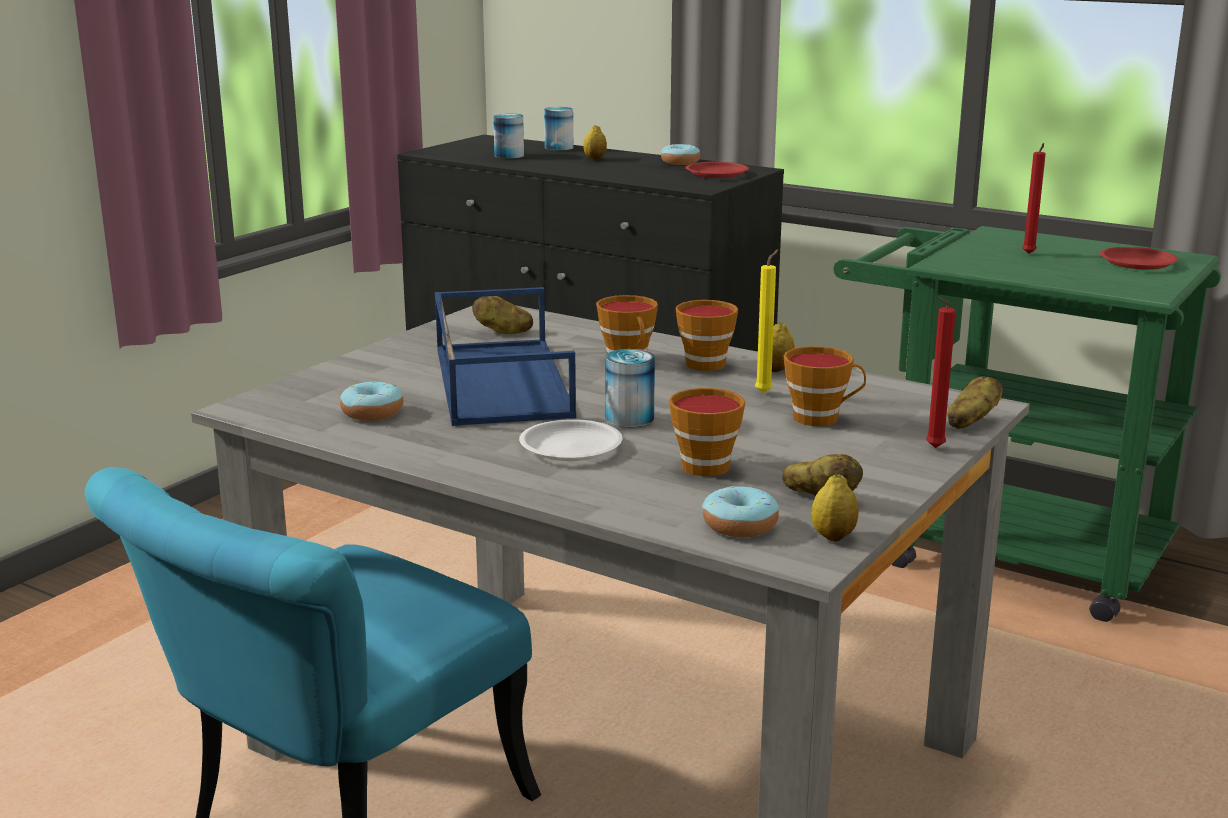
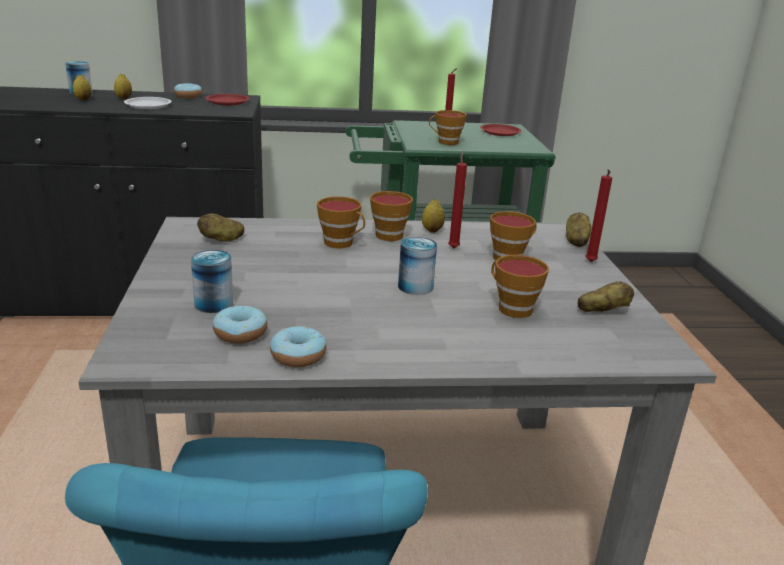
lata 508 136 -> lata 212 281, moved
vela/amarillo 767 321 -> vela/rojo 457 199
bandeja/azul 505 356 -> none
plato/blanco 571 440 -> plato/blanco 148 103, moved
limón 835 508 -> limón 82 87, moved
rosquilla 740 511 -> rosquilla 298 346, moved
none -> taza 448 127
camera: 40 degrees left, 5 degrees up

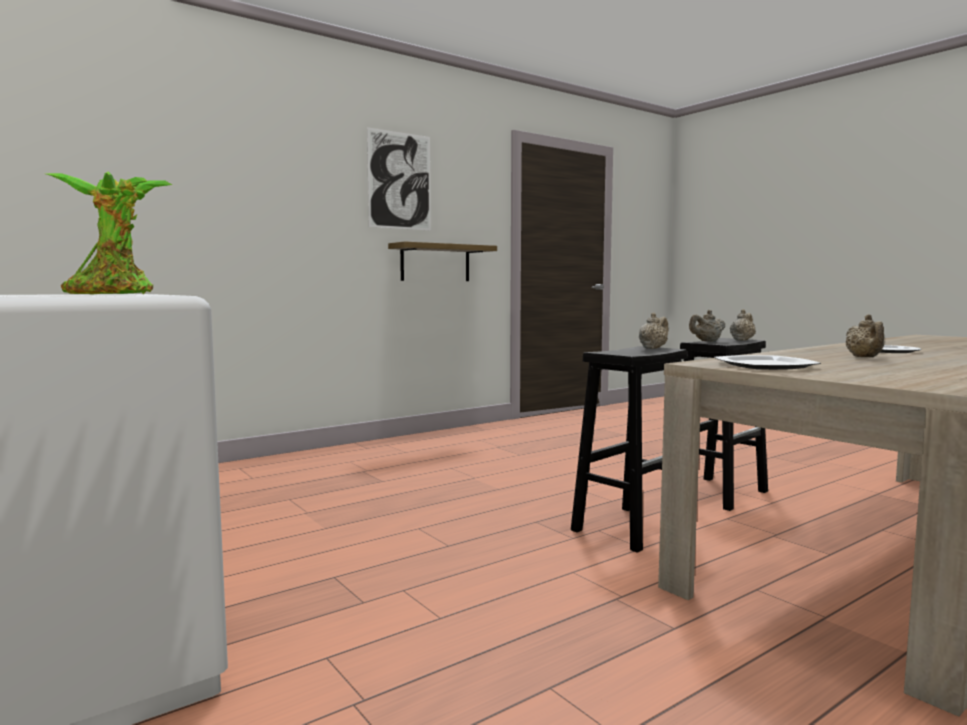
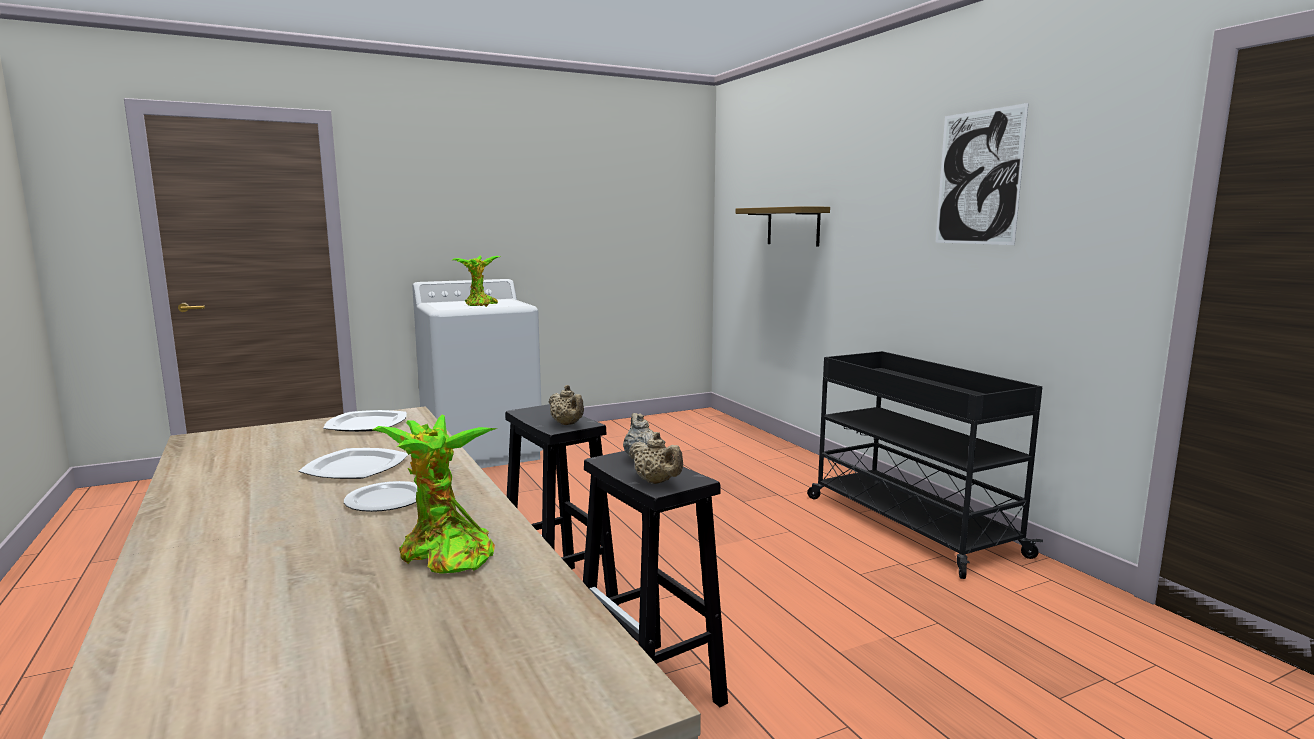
estante 442 261 -> estante 783 226, moved
tetera/beis 865 335 -> plato 353 463
none -> carrito/negro 925 465
none -> planta en maceta 435 494
camera: 100 degrees right, 5 degrees up

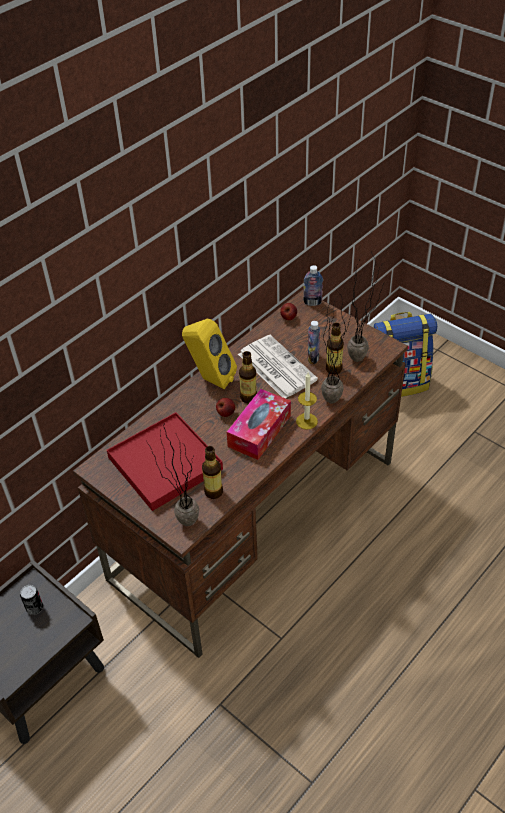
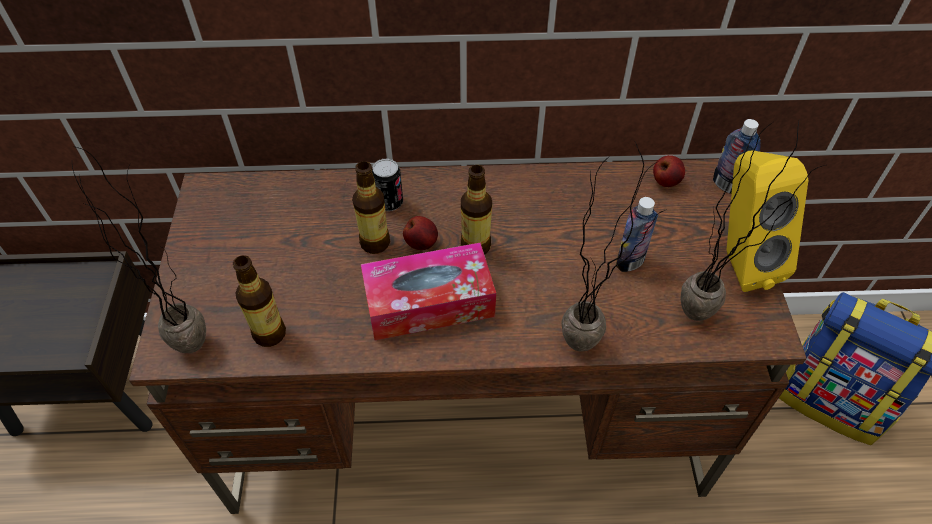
altavoz/amarillo 209 354 -> altavoz/amarillo 767 221, moved
botella 335 349 -> botella 371 207, moved
periódico 278 367 -> none
vela 307 400 -> none
bandeja/rojo 165 461 -> none
lata 31 600 -> lata 387 185, moved
camera: 45 degrees right, 5 degrees up

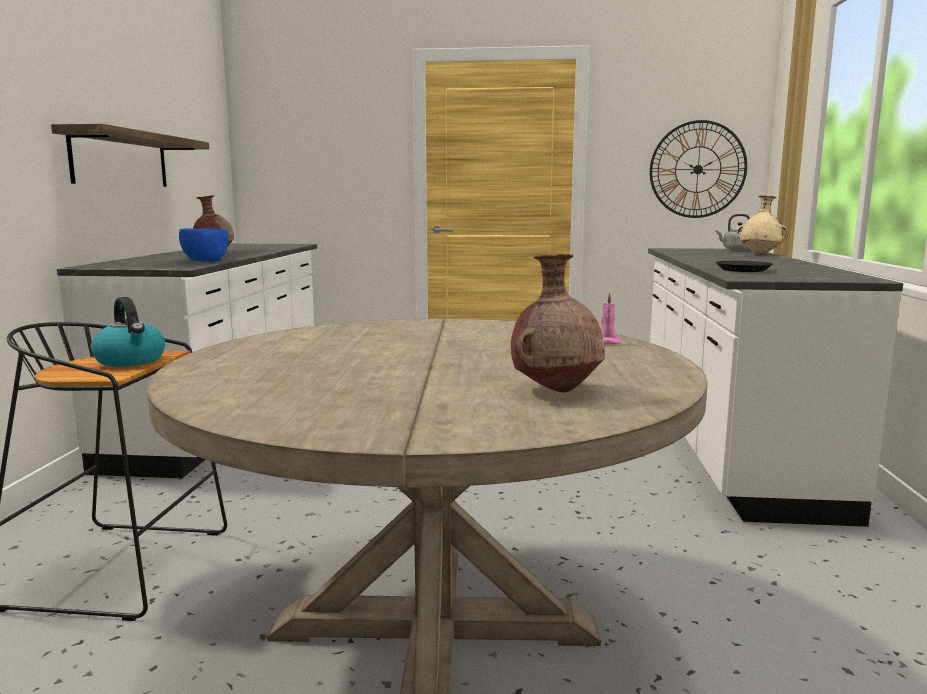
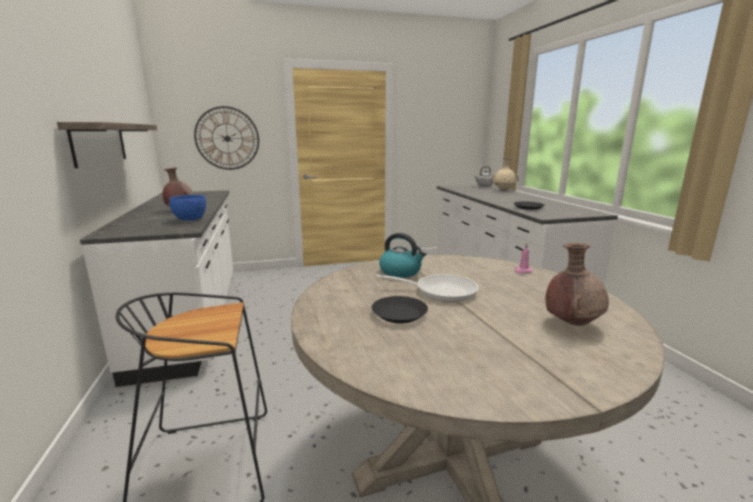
reloj de pared 698 169 -> reloj de pared 226 138, moved
hervidor 128 332 -> hervidor 403 255, moved
none -> sartén 427 288
none -> plato/negro 400 309
camera: 20 degrees left, 5 degrees up

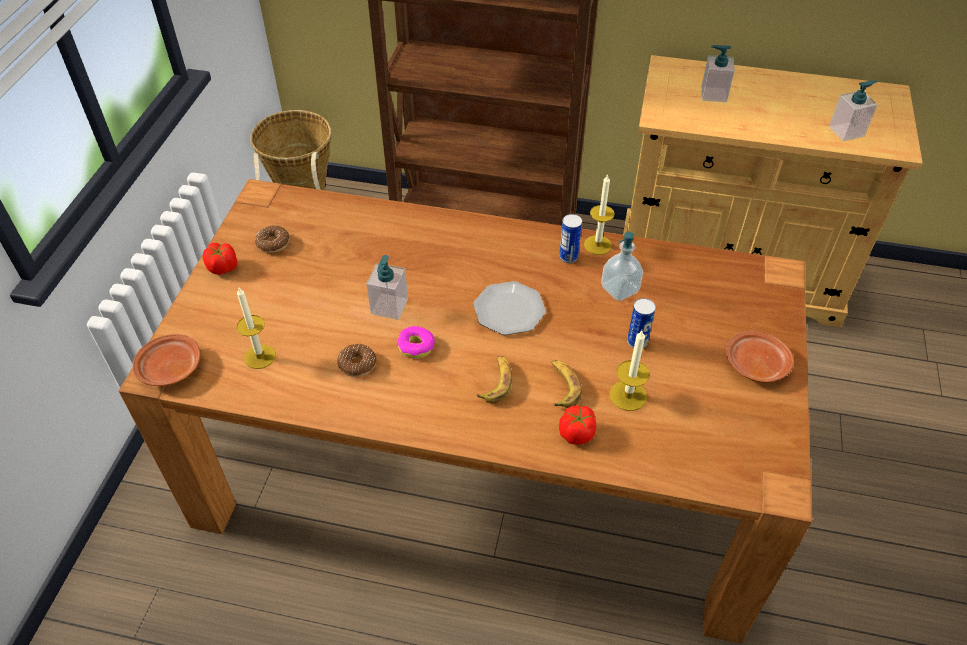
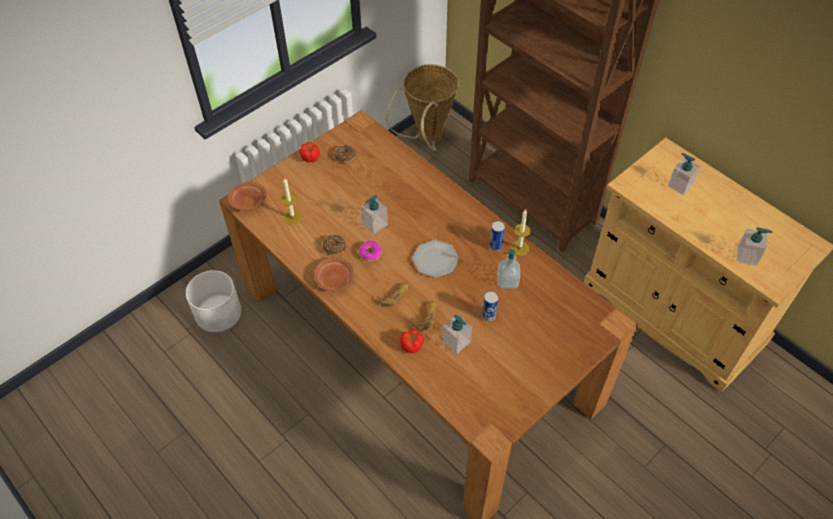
vela 630 370 -> dispensador de jabón 457 334
plato/marrón 760 357 -> plato/marrón 334 274, moved
none -> maceta/blanco 213 301
camera: 35 degrees right, 5 degrees up

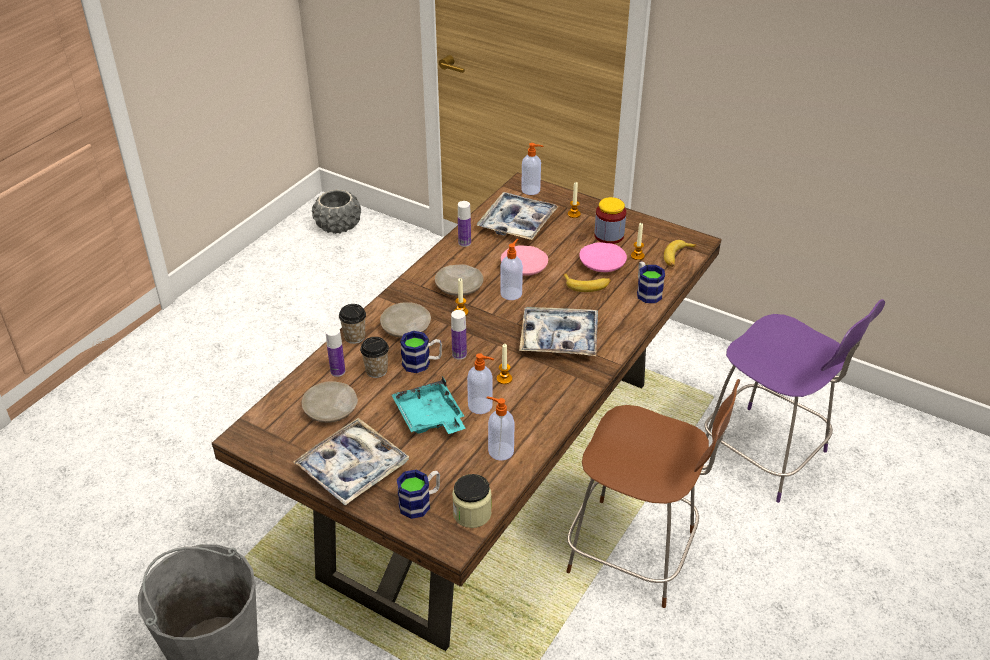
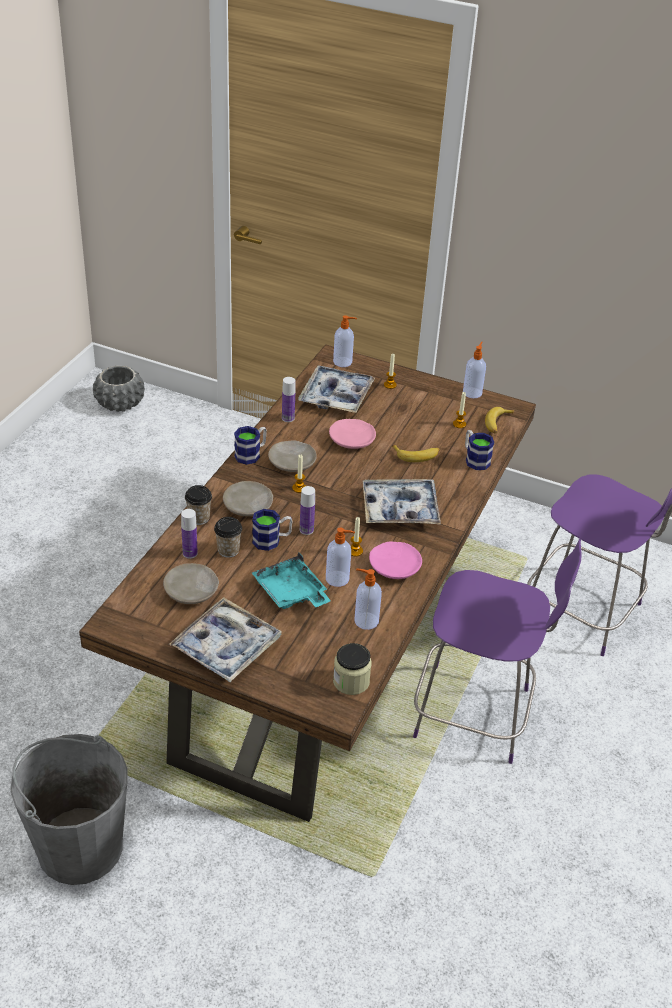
tarro 610 220 -> none
dispensador de jabón 511 269 -> dispensador de jabón 474 370, moved
plato/rosa 603 257 -> plato/rosa 395 560, moved
silla/marrón 653 493 -> silla/morado 497 651
taza grande 418 494 -> taza grande 250 445, moved
camera: 10 degrees left, 0 degrees up

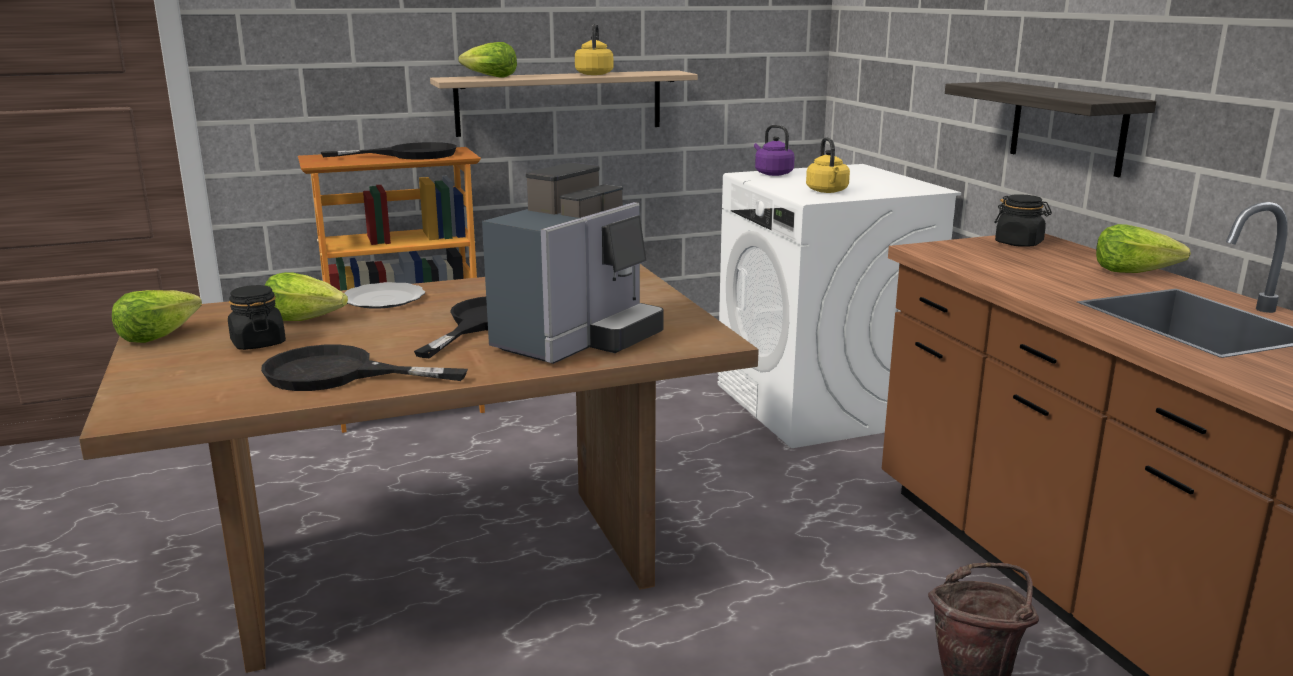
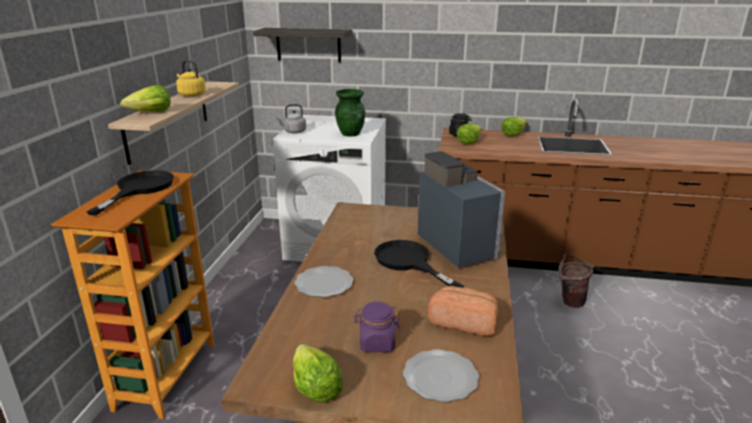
estante 1050 129 -> estante 302 45, moved
hervidor/morado 774 150 -> hervidor/gris 291 119
hervidor/amarillo 828 165 -> florero/verde 350 113
lechuga 306 296 -> lechuga 469 134, moved
tarro/negro 257 317 -> tarro/morado 377 326
sartén/negro 364 368 -> pan 463 311
none -> plato 441 375
camera: 60 degrees left, 5 degrees up

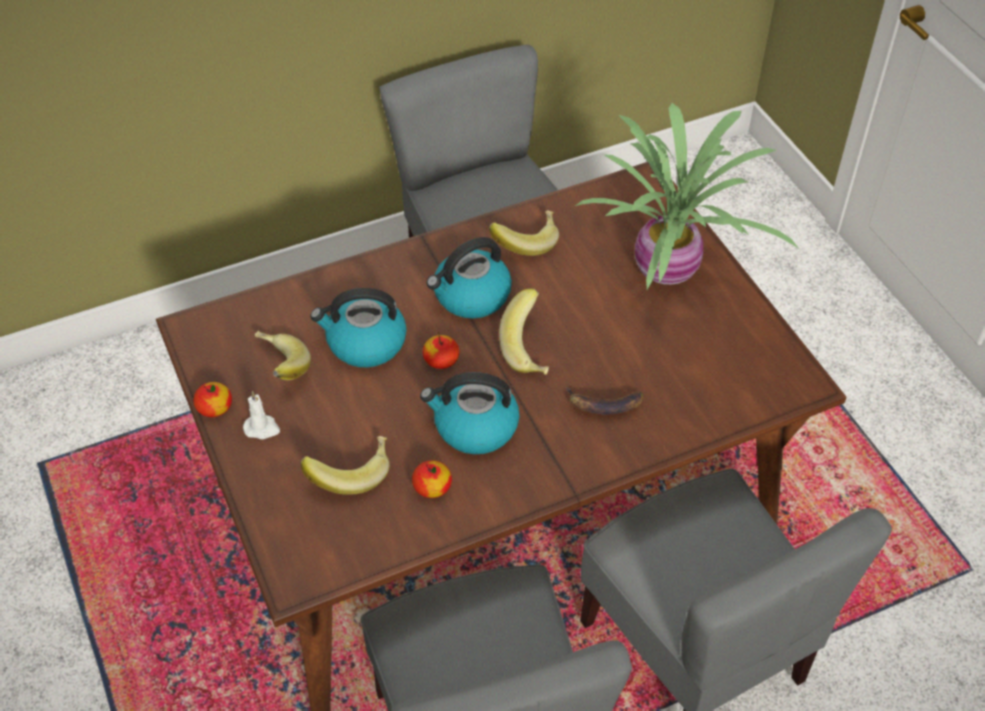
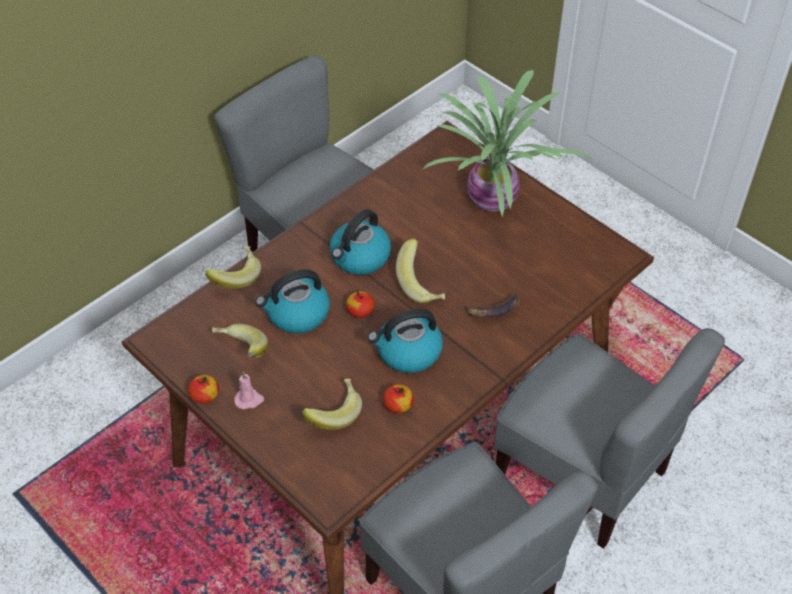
plátano 524 233 -> plátano 233 267, moved
vela/blanco 261 415 -> vela/rosa 249 391
camera: 20 degrees left, 0 degrees up

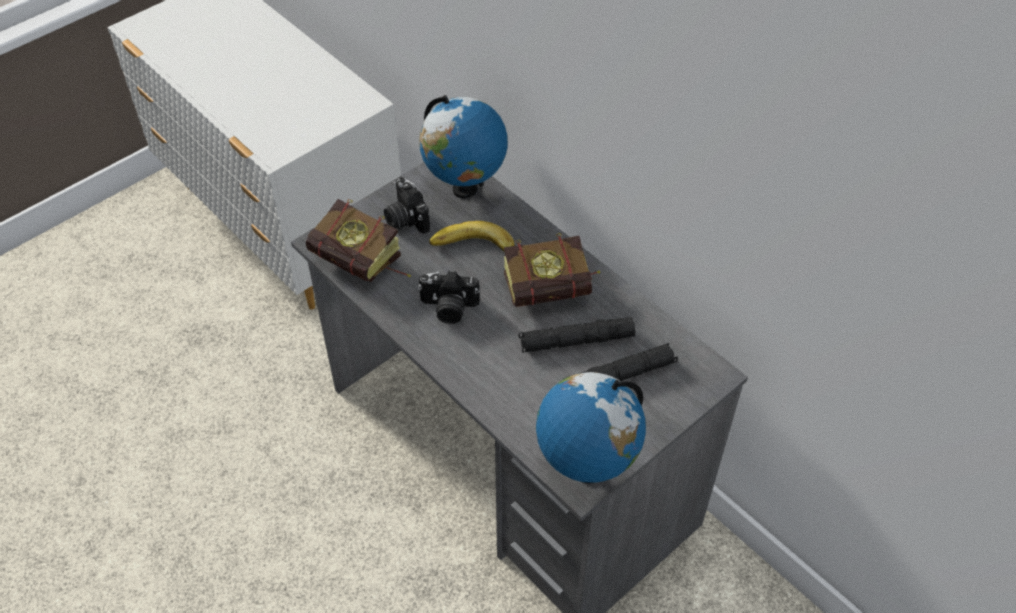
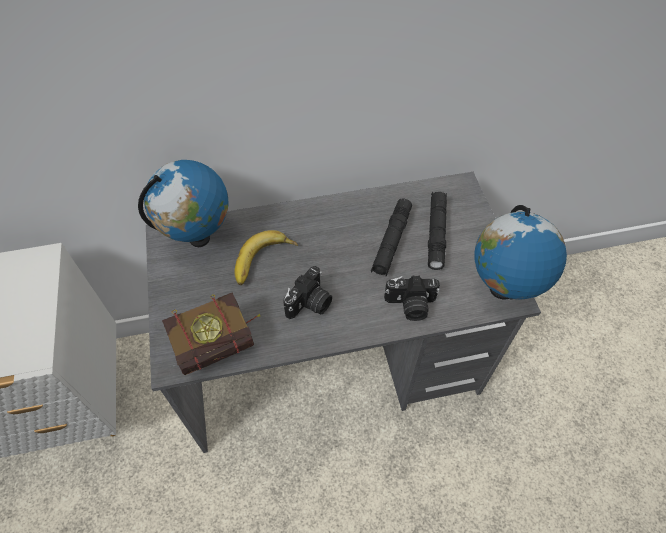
cámara 407 205 -> cámara 412 298, moved
libro 552 270 -> none
camera: 60 degrees left, 5 degrees up

